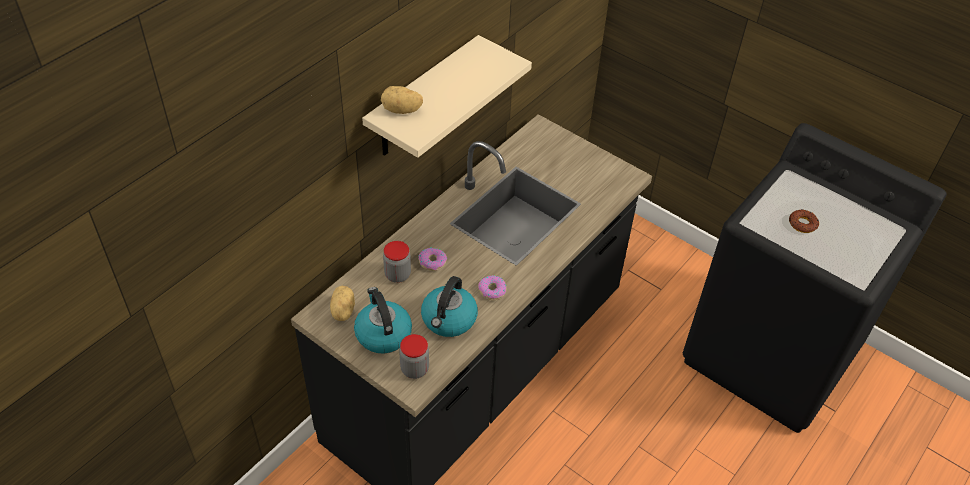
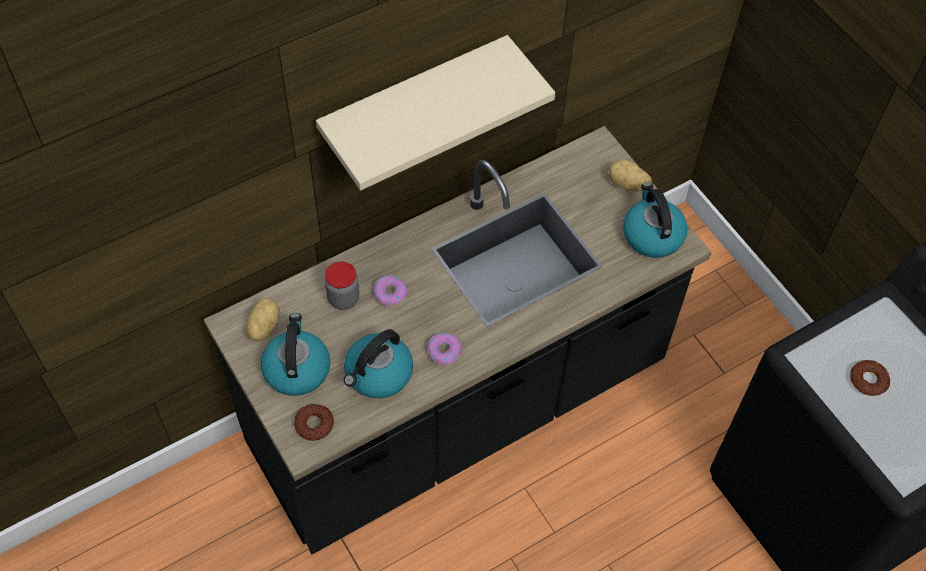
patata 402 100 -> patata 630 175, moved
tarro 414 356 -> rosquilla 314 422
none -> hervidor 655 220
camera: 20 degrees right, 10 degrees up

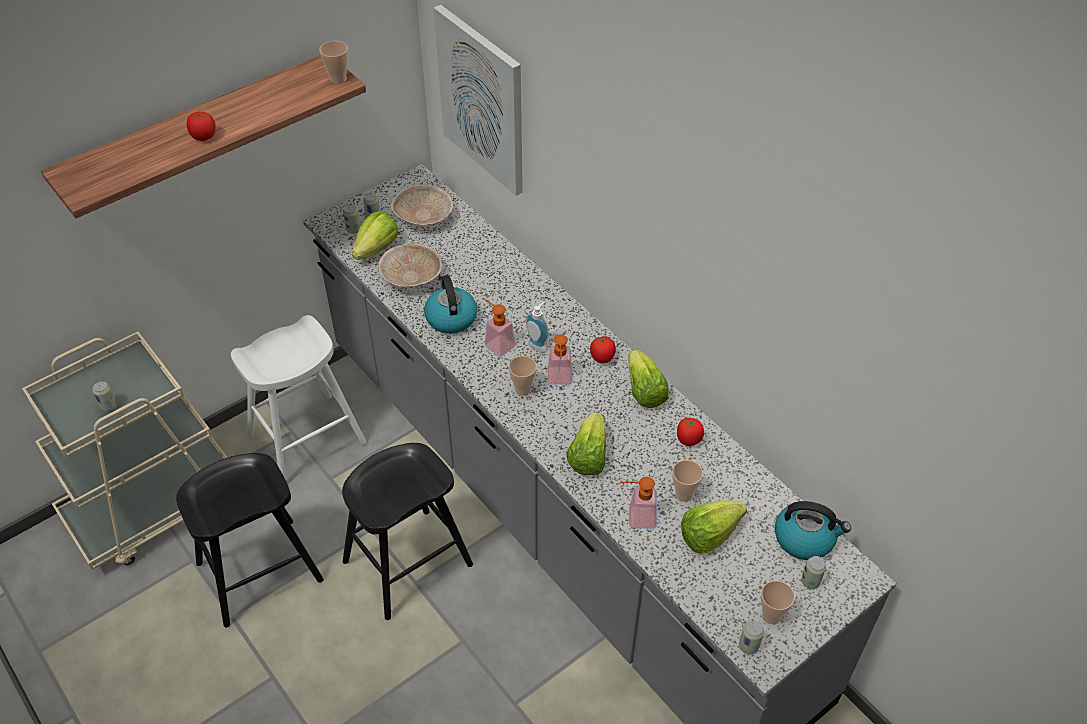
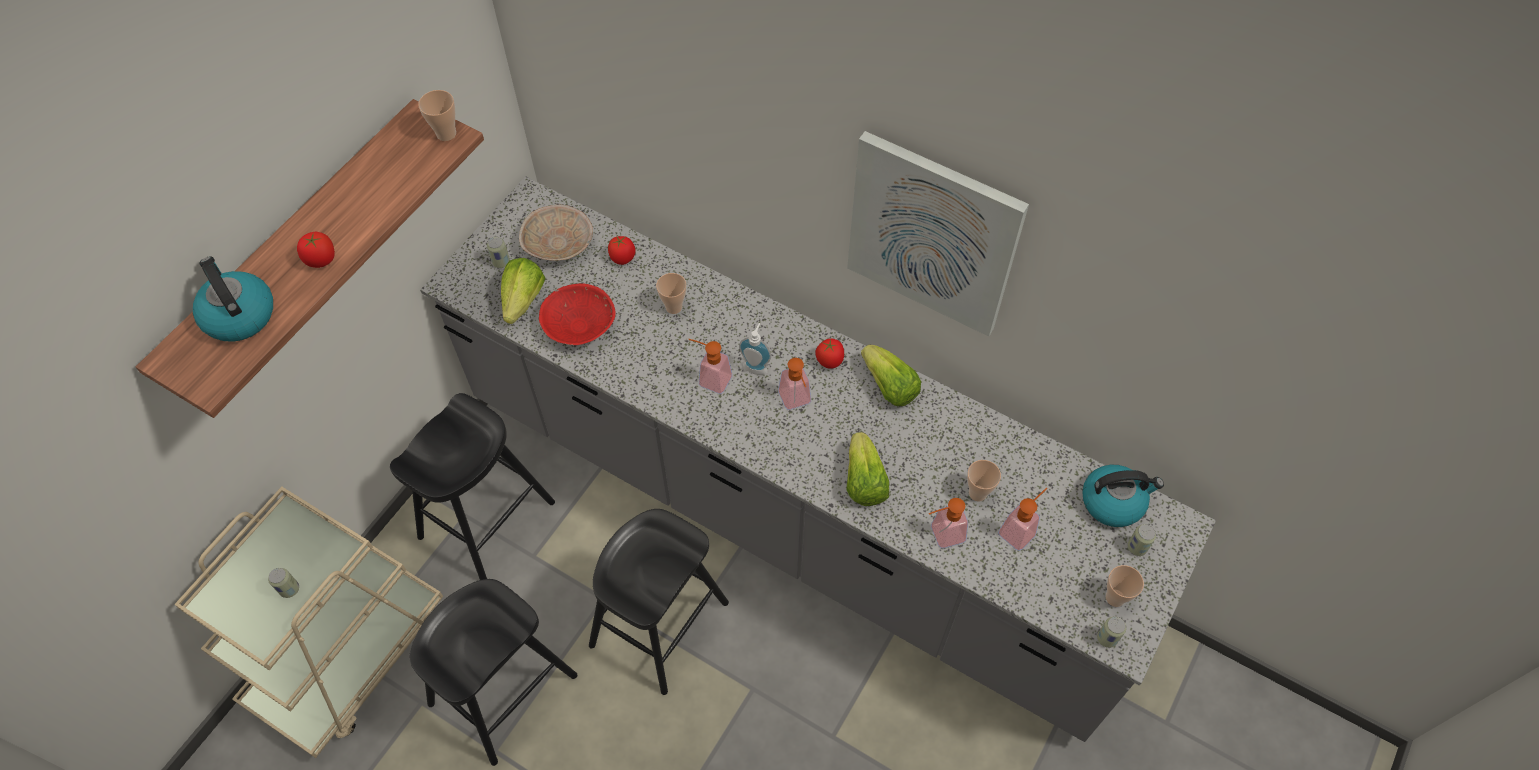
cuadro 478 100 -> cuadro 938 234, moved
lata 352 219 -> none
cuenco/beis 410 265 -> cuenco/rojo 577 314
hervidor 450 304 -> hervidor 233 299, moved
taburete/blanco 299 397 -> taburete/negro 472 486
taza 523 376 -> taza 671 293, moved
tomate 690 431 -> tomate 622 250, moved
lechuga 714 527 -> dispensador de jabón 1022 519
camera: 20 degrees left, 10 degrees up

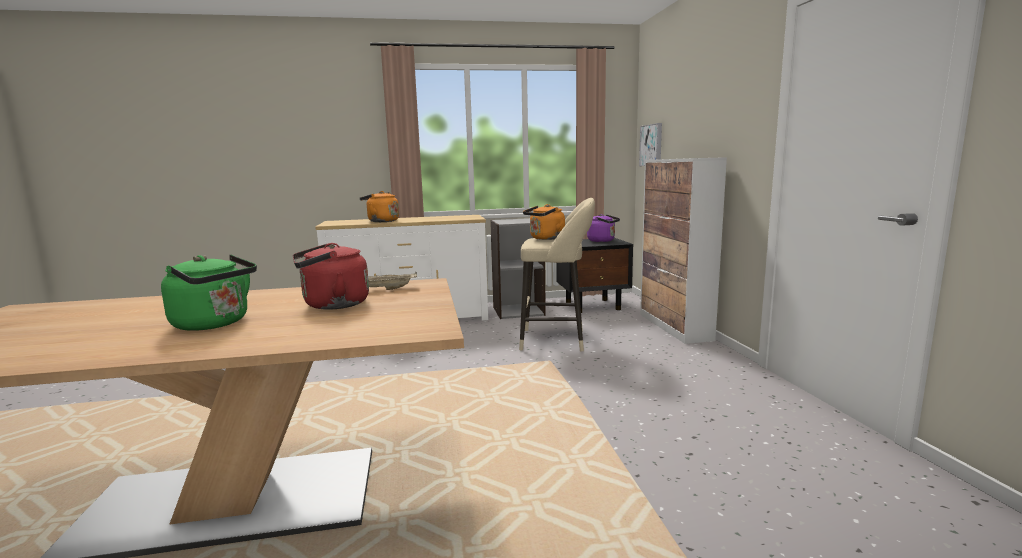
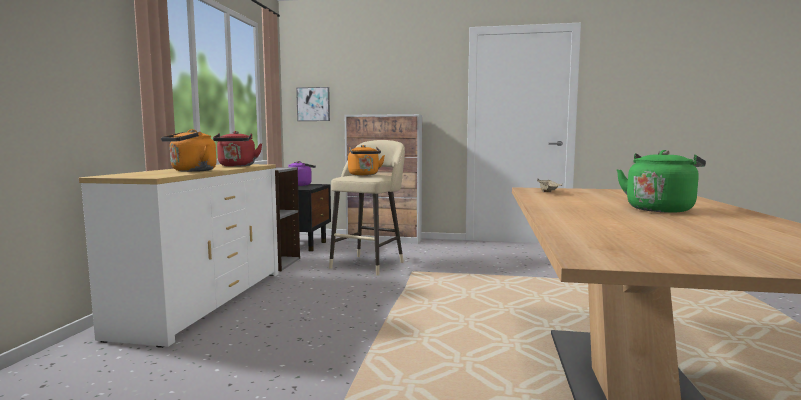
hervidor/rojo 331 276 -> hervidor/rojo 237 149, moved
camera: 70 degrees left, 5 degrees down

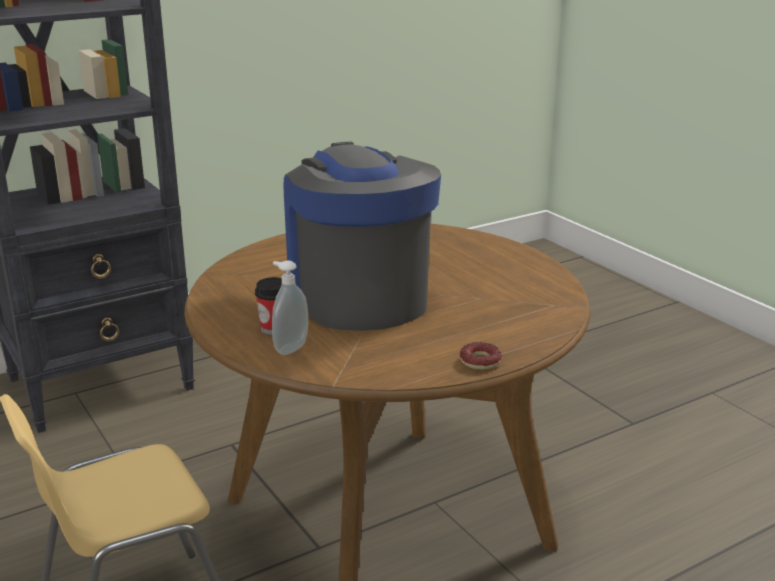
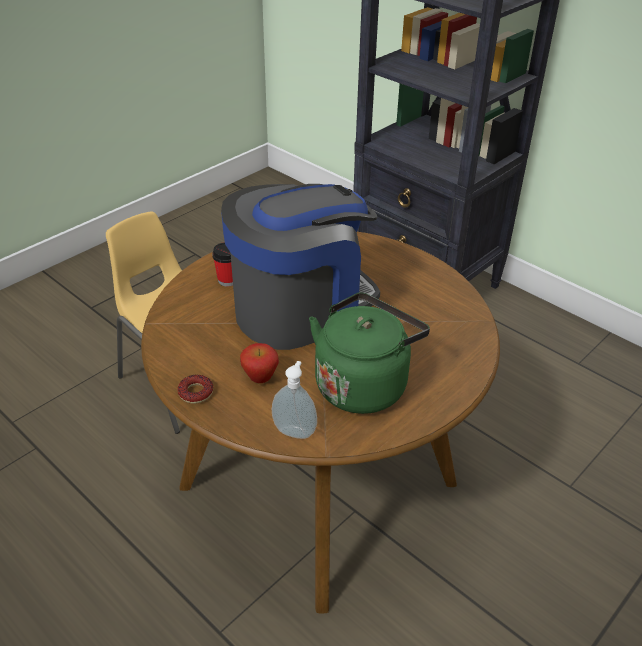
dispensador de jabón 290 308 -> dispensador de jabón 294 400, moved
none -> hervidor/verde 369 353
none -> manzana 259 363
camera: 75 degrees right, 15 degrees up

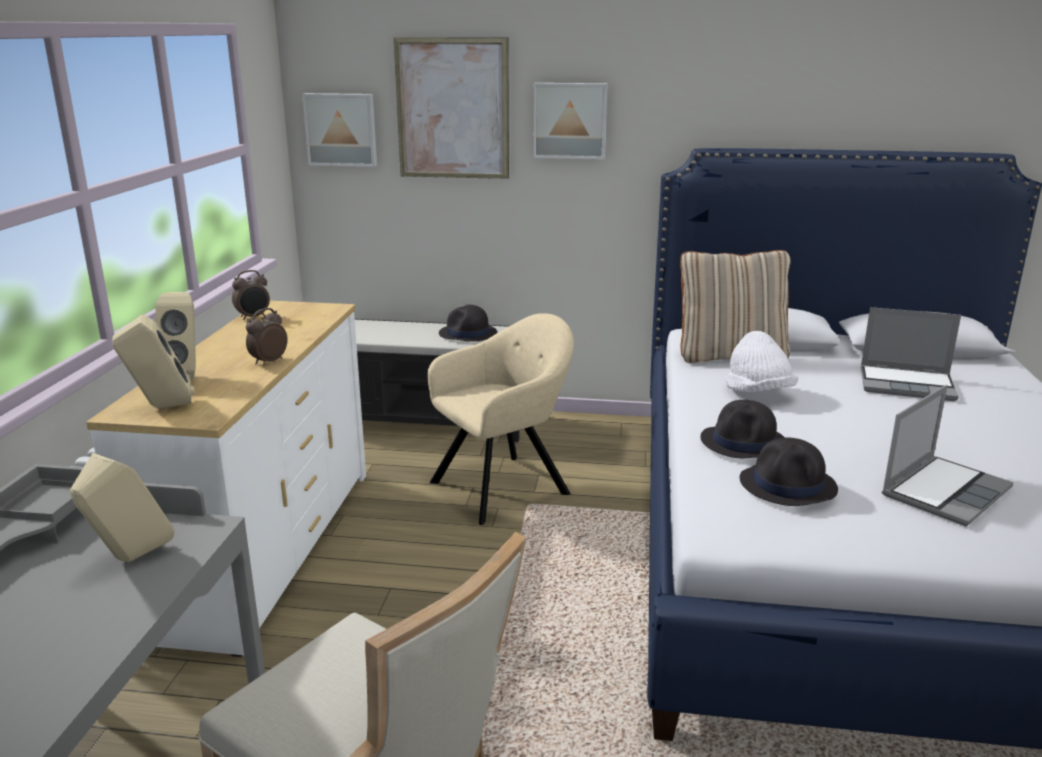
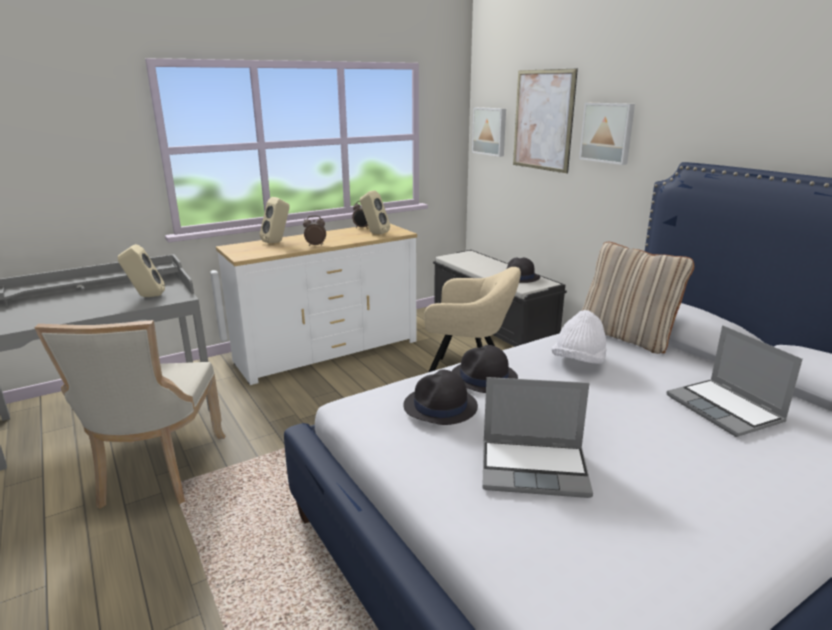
altavoz/beis 153 361 -> altavoz/beis 375 212, moved
camera: 50 degrees right, 0 degrees up

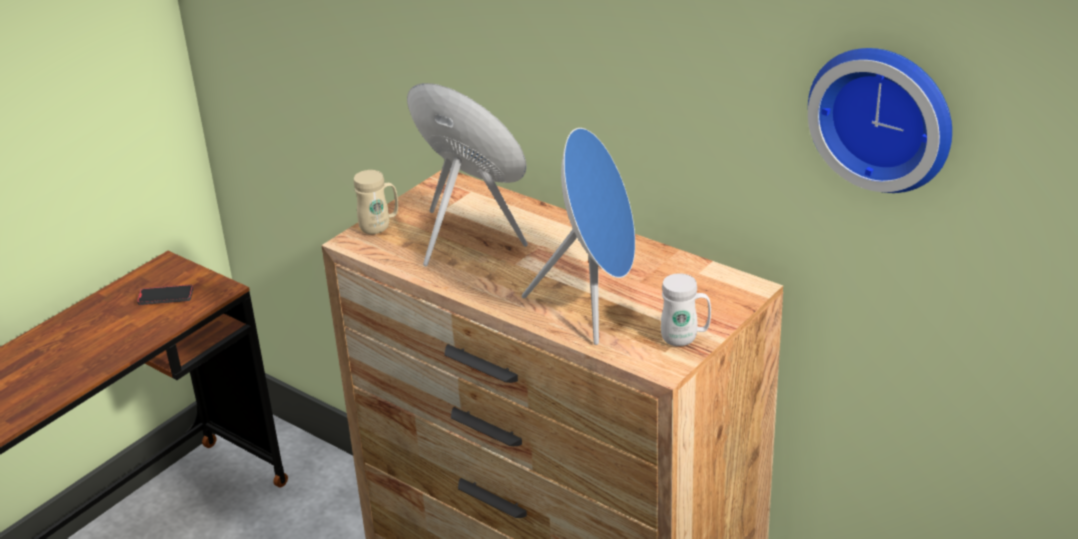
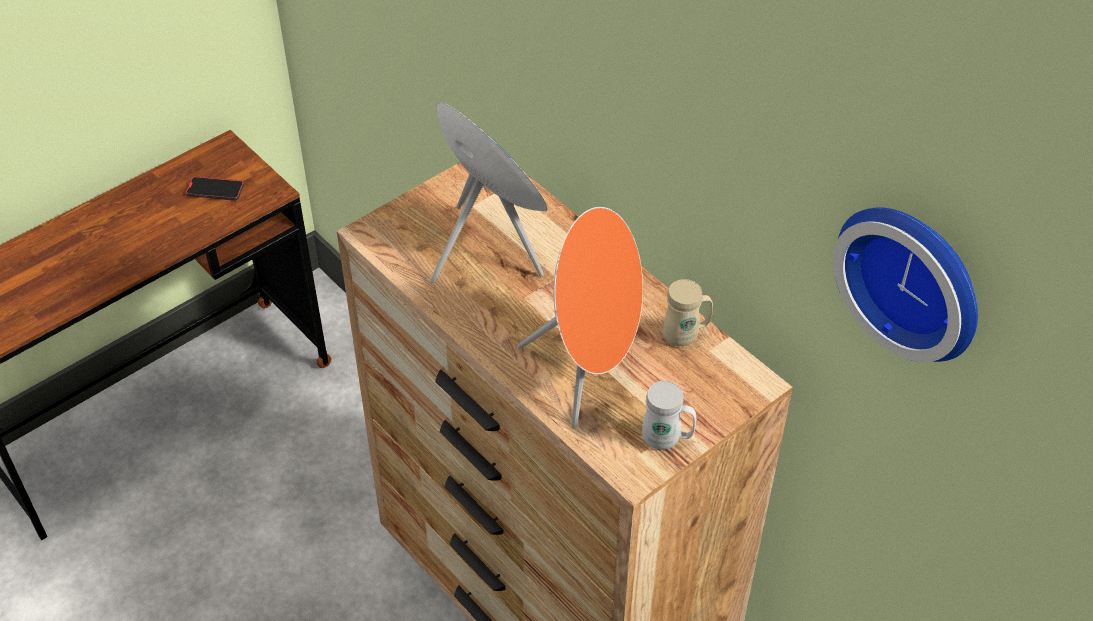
altavoz/azul 578 236 -> altavoz/naranja 580 318
taza grande/beis 376 202 -> taza grande/beis 688 312, moved
camera: 10 degrees right, 15 degrees up

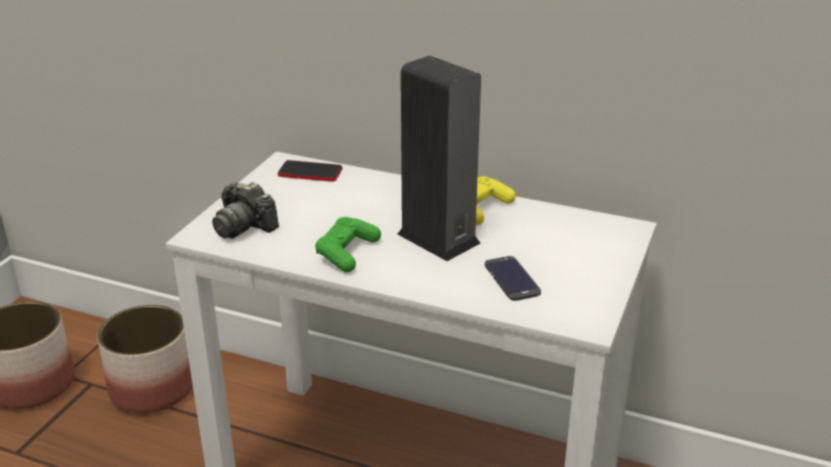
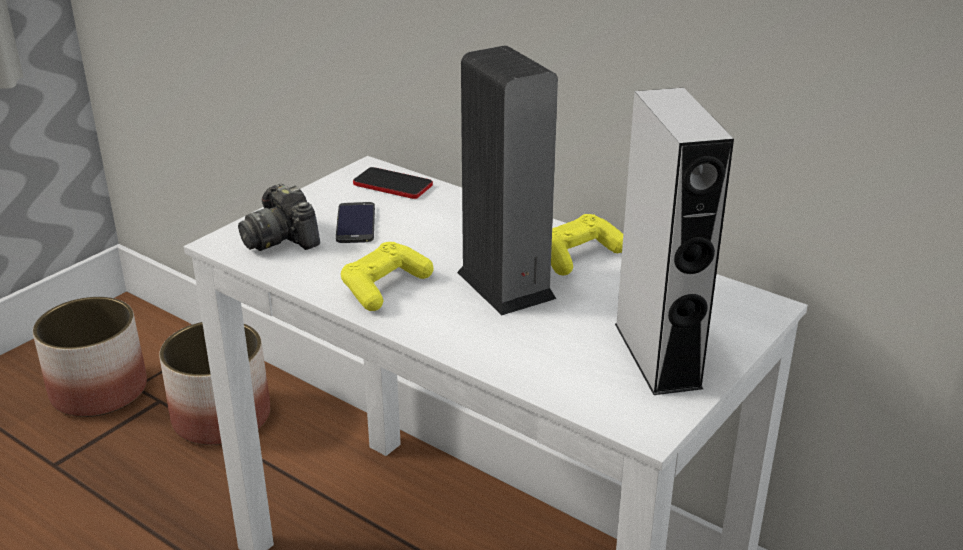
mando de consola/verde 348 244 -> mando de consola/amarillo 387 276
móvil 513 278 -> móvil 355 222, moved
none -> altavoz/gris 674 241
camera: 15 degrees right, 0 degrees up

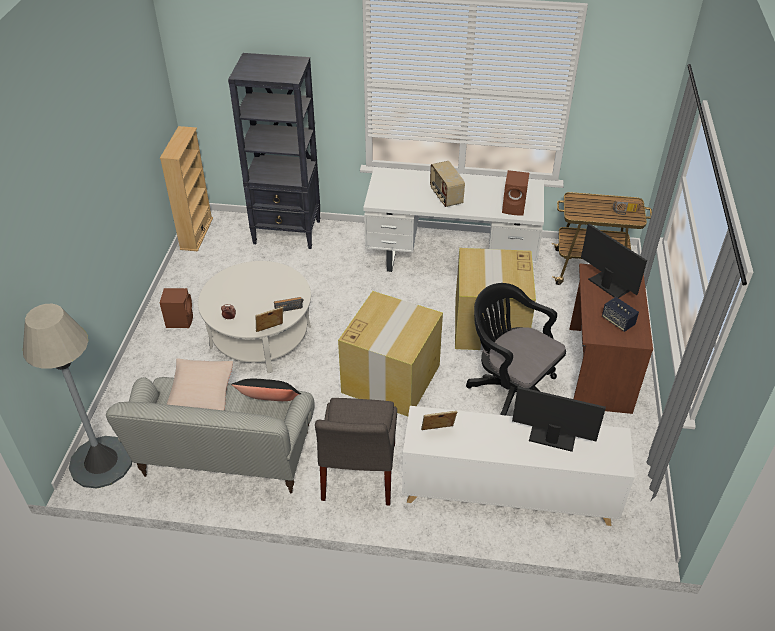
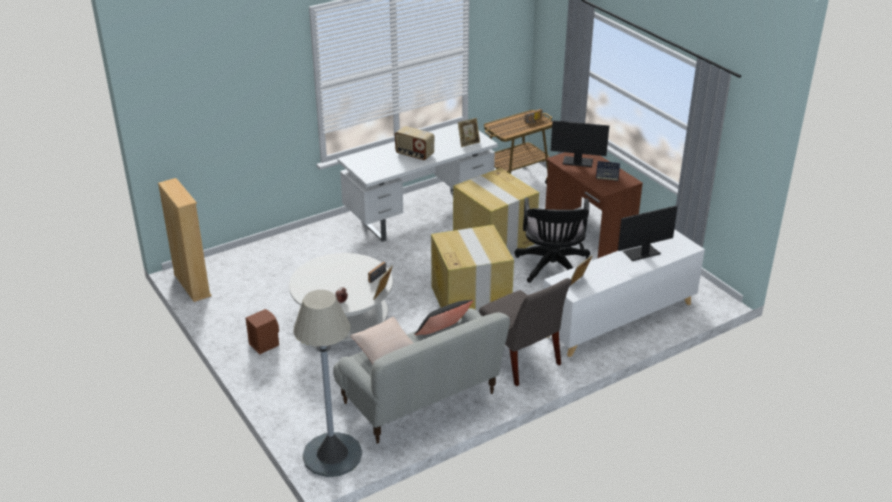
estantería/negro 274 151 -> none
altavoz/marrón 515 193 -> portarretratos 469 132
silla de oficina/negro 516 349 -> silla de oficina/negro 553 240, 90 degrees counterclockwise
camera: 40 degrees left, 10 degrees down

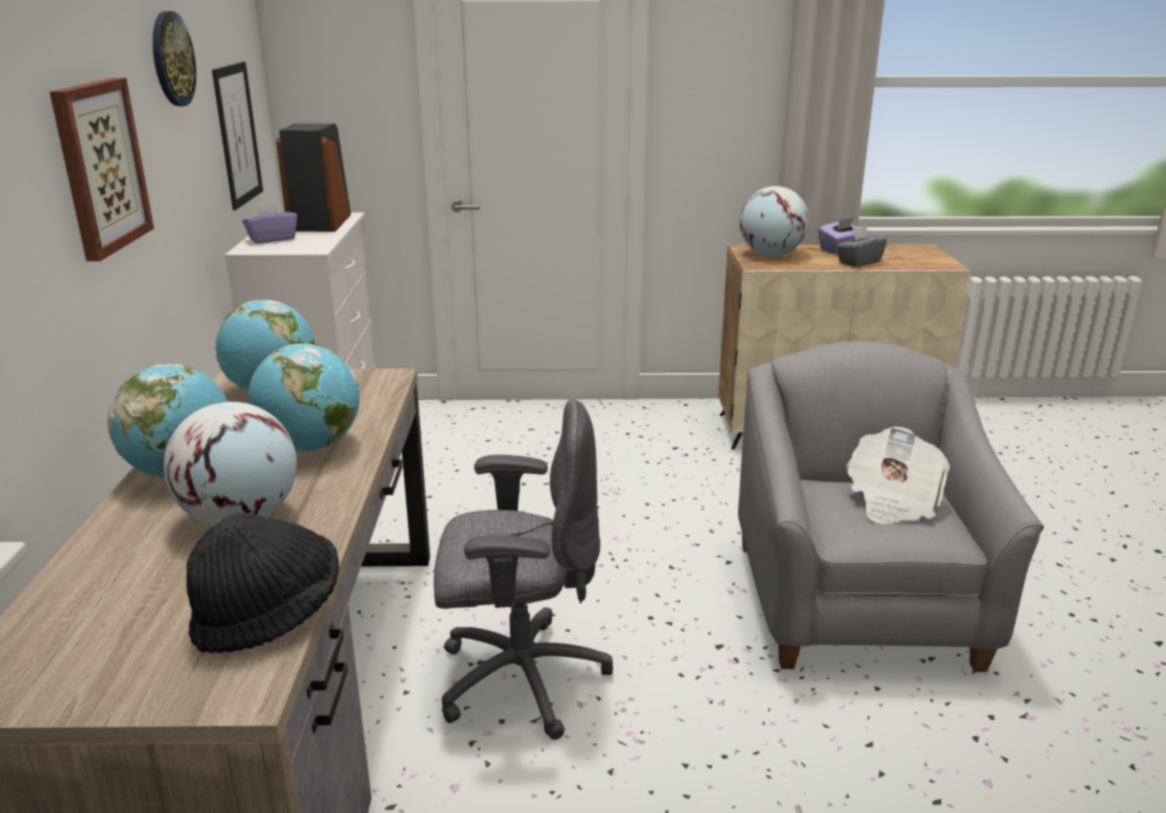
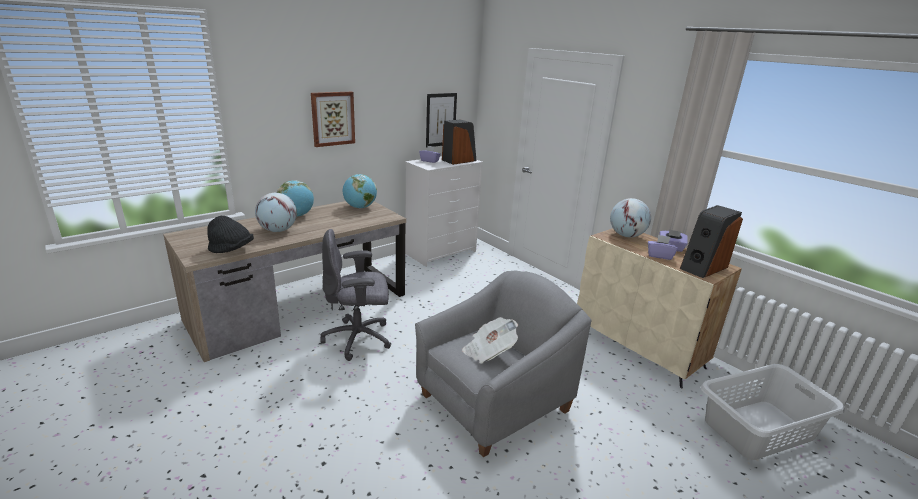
reloj de pared 174 58 -> none
caja de pañuelos/gris 861 246 -> caja de pañuelos/morado 663 247
globo terráqueo 304 397 -> none
silla de oficina/gris 523 569 -> silla de oficina/gris 355 295, 120 degrees clockwise
none -> altavoz 711 241
none -> cesto de la ropa/gris 773 412
camera: 50 degrees right, 0 degrees up

